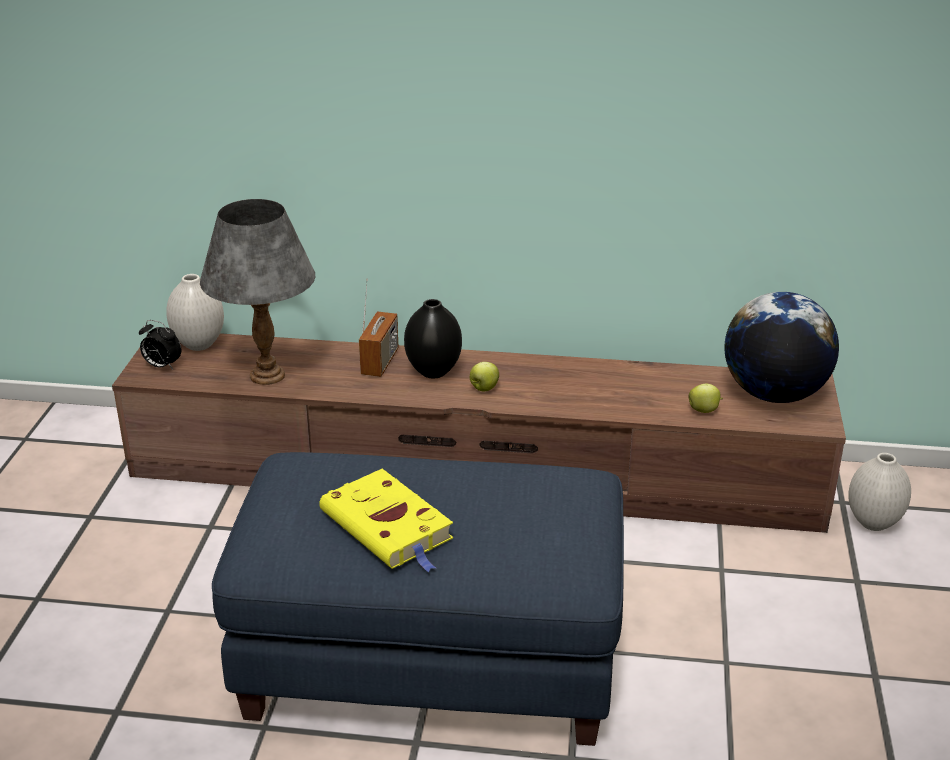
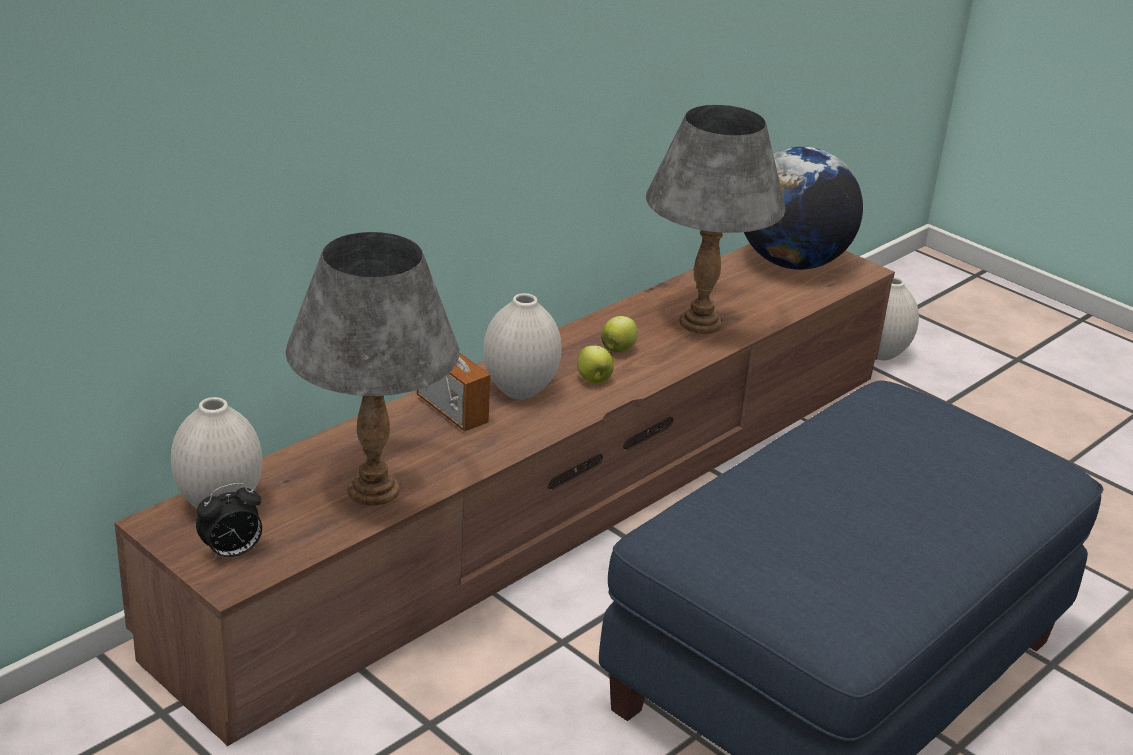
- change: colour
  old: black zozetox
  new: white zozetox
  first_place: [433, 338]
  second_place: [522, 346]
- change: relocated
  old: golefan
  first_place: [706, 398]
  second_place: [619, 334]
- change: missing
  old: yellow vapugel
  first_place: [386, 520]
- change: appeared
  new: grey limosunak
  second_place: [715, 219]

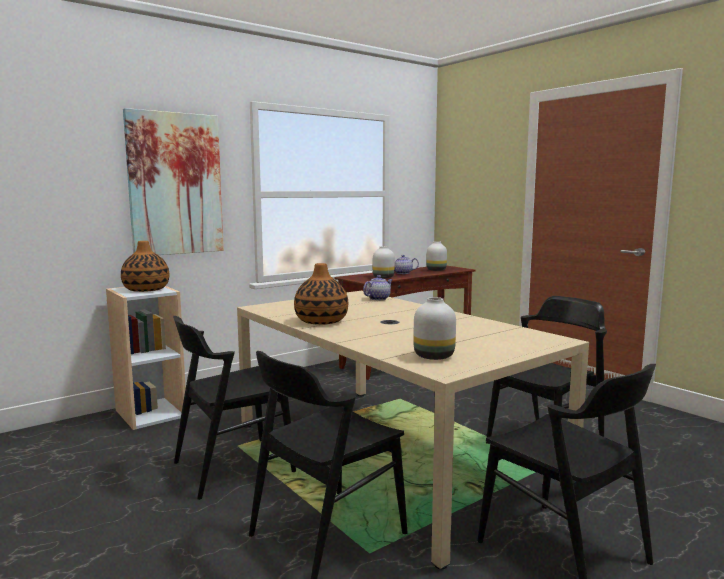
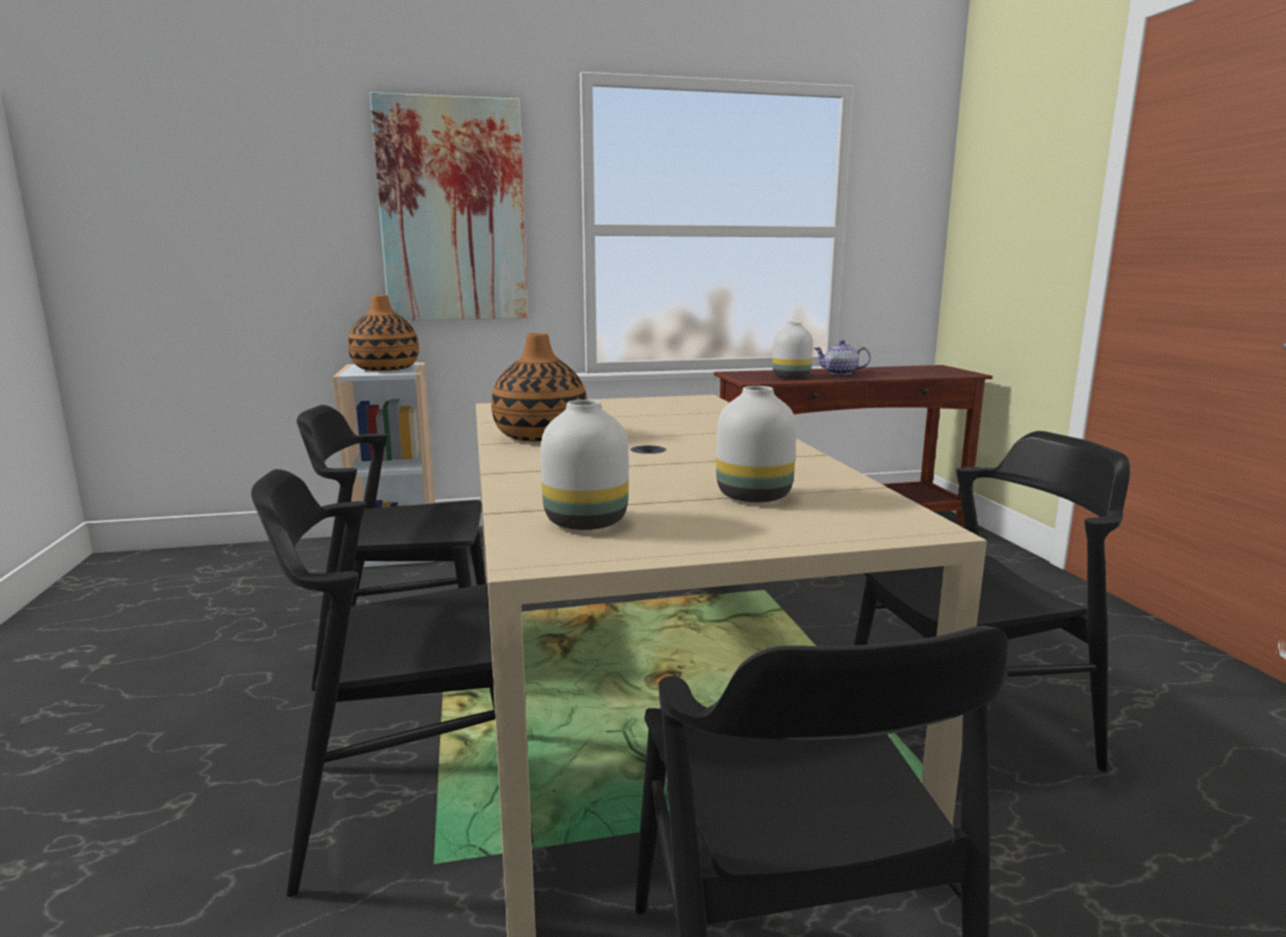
- change: relocated
  old: white zozetox
  first_place: [436, 256]
  second_place: [756, 444]
- change: missing
  old: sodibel
  first_place: [378, 287]

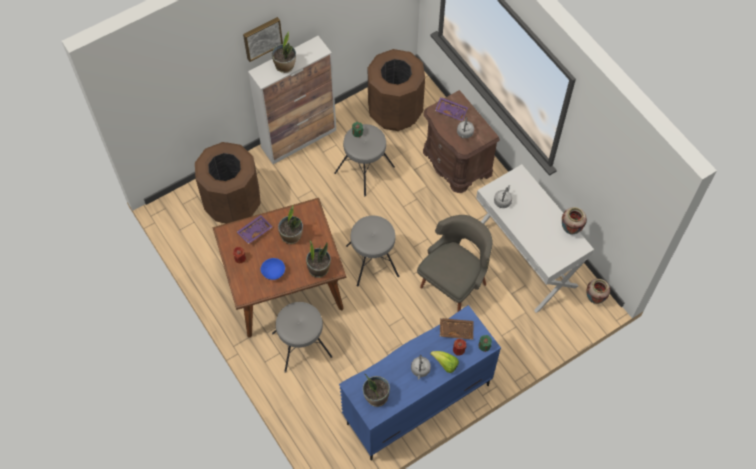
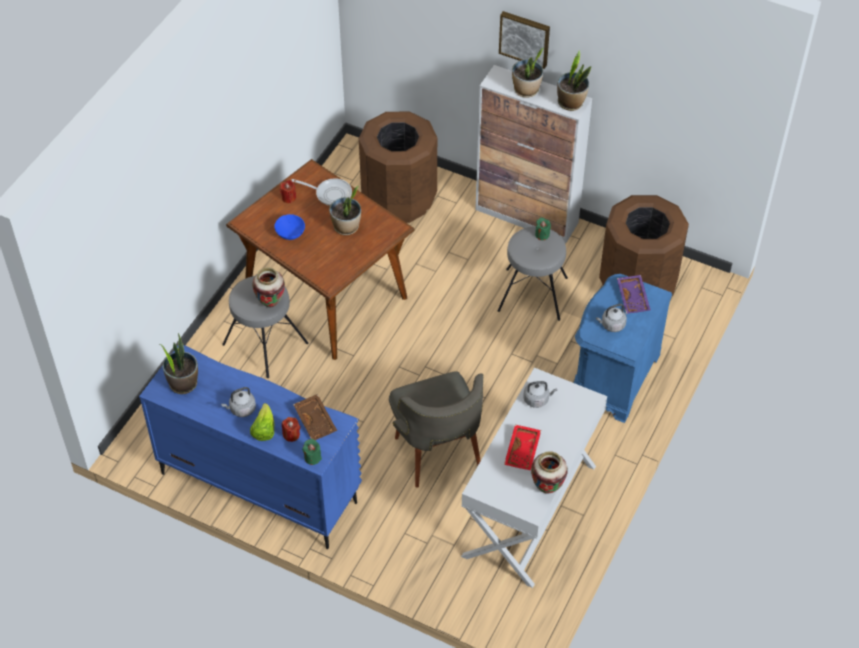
- change: colour
  old: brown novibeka
  new: blue novibeka
  first_place: [461, 141]
  second_place: [623, 348]
- change: exchanged
  old: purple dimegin
  new: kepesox
  first_place: [255, 229]
  second_place: [322, 192]
- change: spun
  old: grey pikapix
  first_place: [455, 263]
  second_place: [436, 430]
  degrees: 60
- change: missing
  old: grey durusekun
  first_place: [372, 251]
- change: relocated
  old: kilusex
  first_place: [318, 259]
  second_place: [574, 80]
- change: relocated
  old: zozetox
  first_place: [598, 291]
  second_place: [268, 287]
- change: appeared
  new: red dimegin
  second_place: [522, 447]

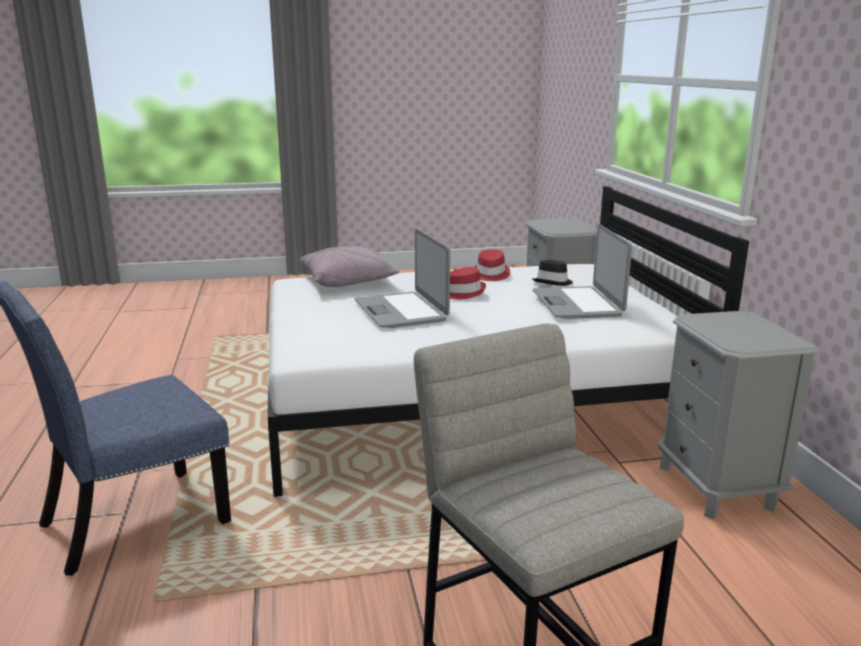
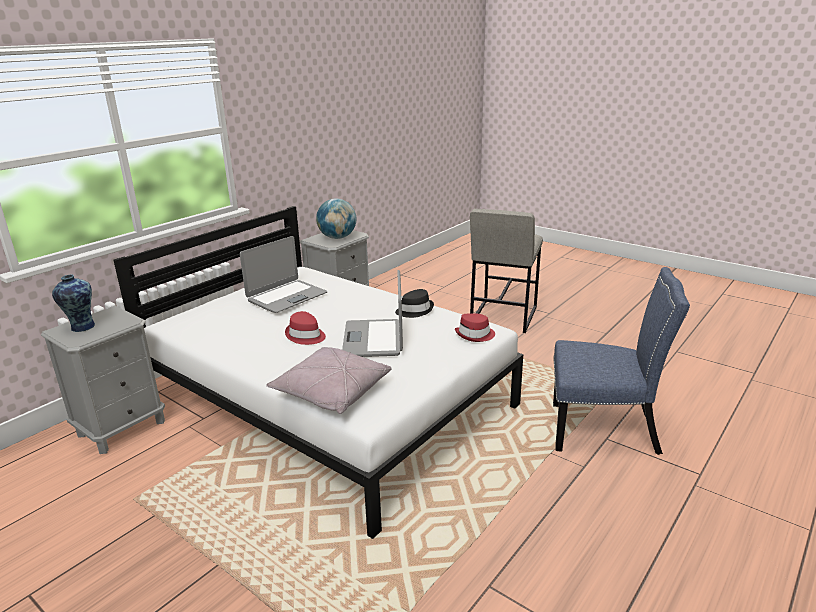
- change: spun
  old: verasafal
  first_place: [402, 278]
  second_place: [372, 313]
  degrees: 150
- change: relocated
  old: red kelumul
  first_place: [492, 265]
  second_place: [475, 327]
- change: relocated
  old: black kelumul
  first_place: [552, 273]
  second_place: [414, 303]
- change: appeared
  new: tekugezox
  second_place: [336, 219]
- change: appeared
  new: zozetox
  second_place: [73, 303]

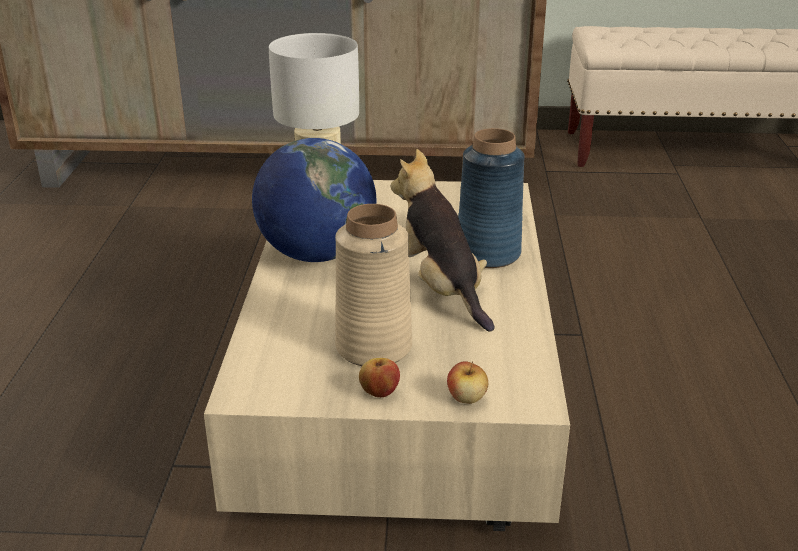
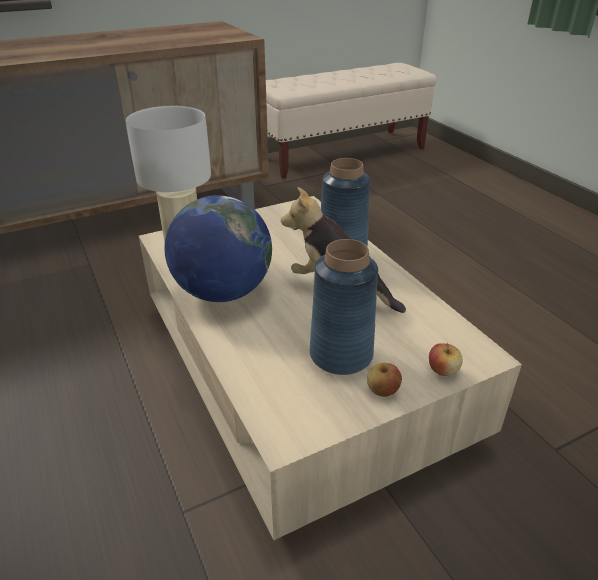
- change: colour
  old: beige zozetox
  new: blue zozetox
  first_place: [373, 285]
  second_place: [344, 307]

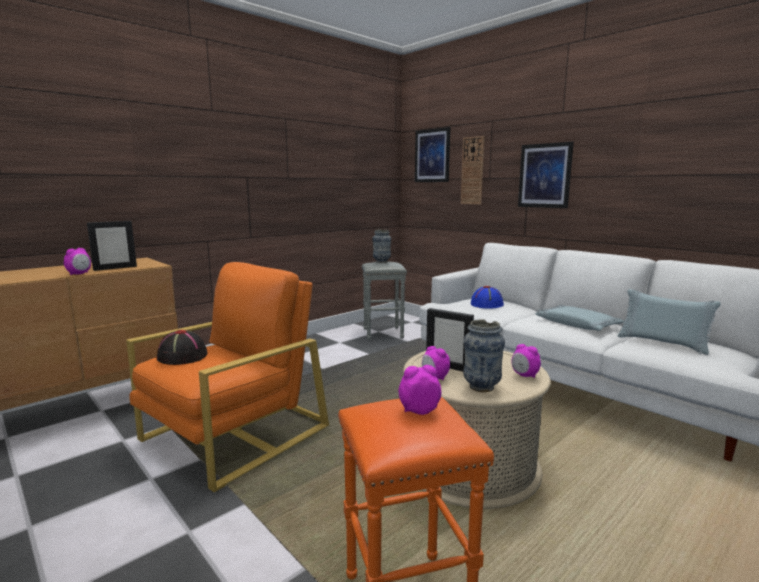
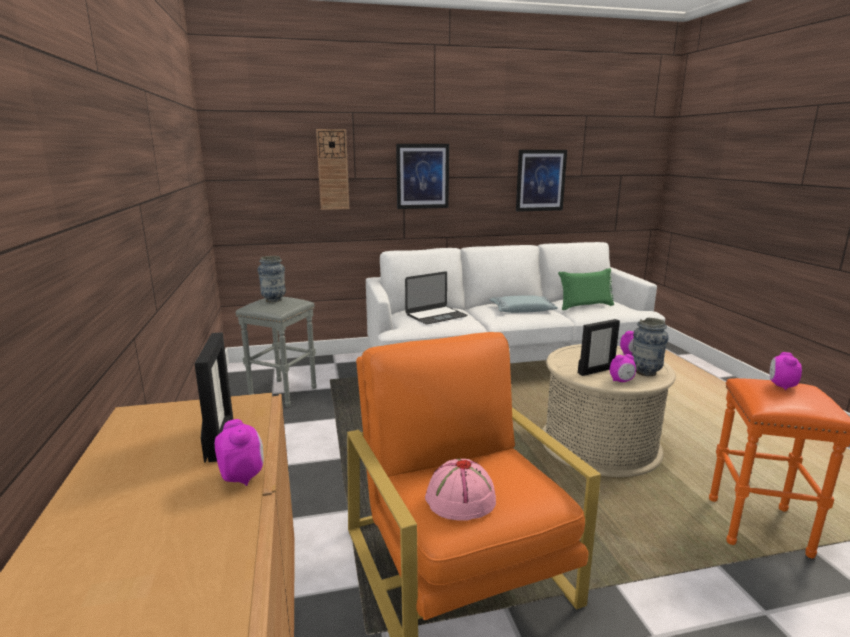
- change: relocated
  old: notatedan
  first_place: [432, 154]
  second_place: [541, 181]
- change: exchanged
  old: blue kelumul
  new: verasafal
  first_place: [487, 297]
  second_place: [436, 297]
- change: colour
  old: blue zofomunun
  new: green zofomunun
  first_place: [669, 322]
  second_place: [586, 289]
- change: colour
  old: black kelumul
  new: pink kelumul
  first_place: [182, 347]
  second_place: [461, 490]

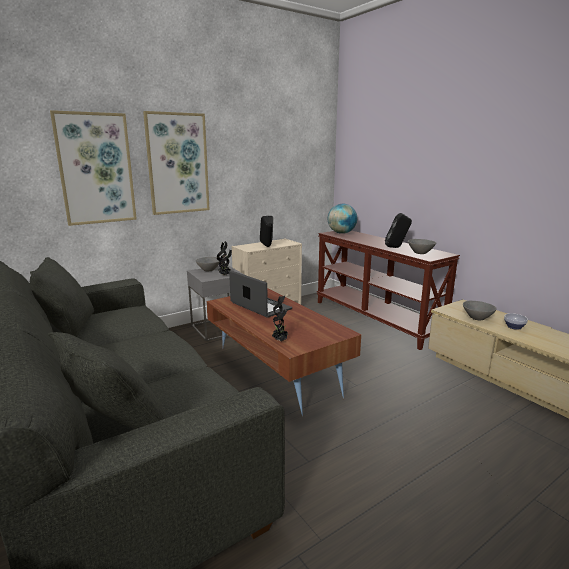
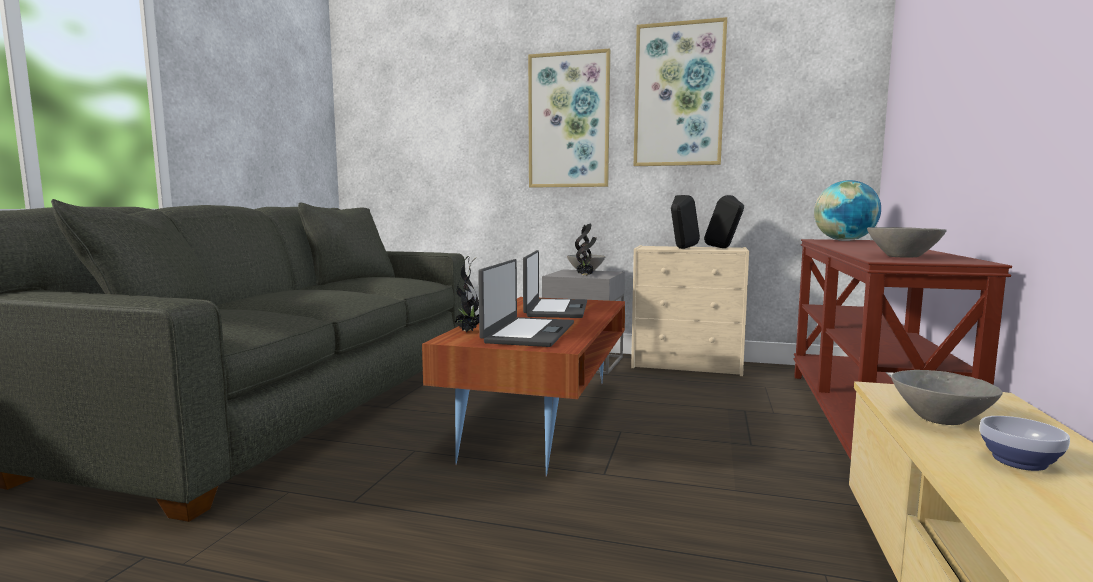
- change: relocated
  old: notatedan
  first_place: [93, 168]
  second_place: [680, 91]
- change: relocated
  old: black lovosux
  first_place: [398, 230]
  second_place: [724, 221]
- change: appeared
  new: verasafal
  second_place: [526, 303]

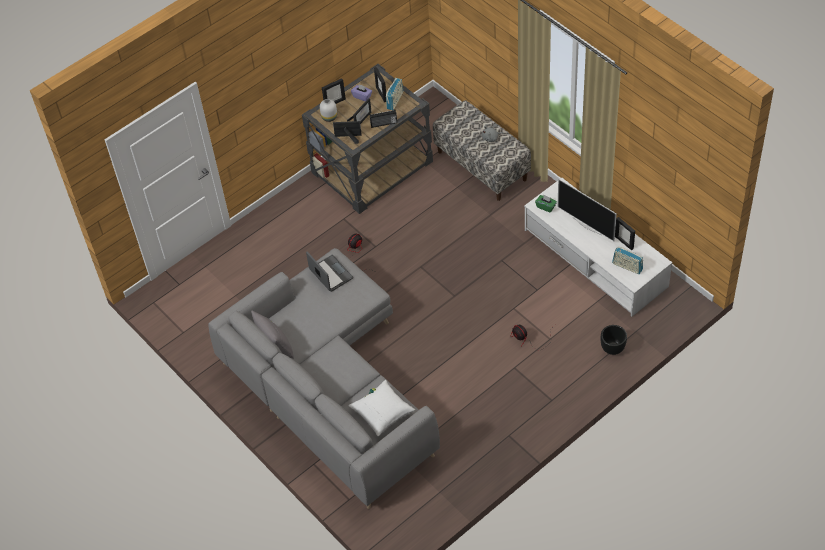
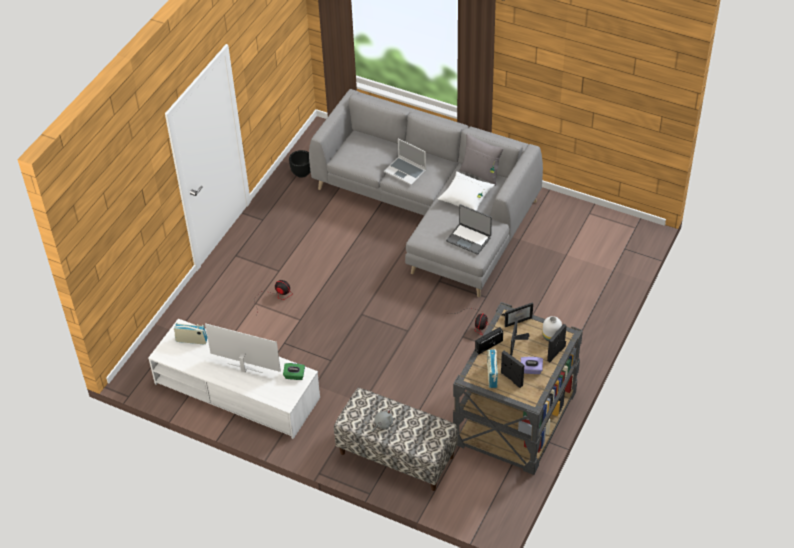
- change: missing
  old: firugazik
  first_place: [625, 233]
- change: relocated
  old: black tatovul
  first_place: [614, 340]
  second_place: [300, 164]
- change: relocated
  old: white zofomunun
  first_place: [381, 408]
  second_place: [466, 191]
- change: appeared
  new: verasafal
  second_place: [405, 161]

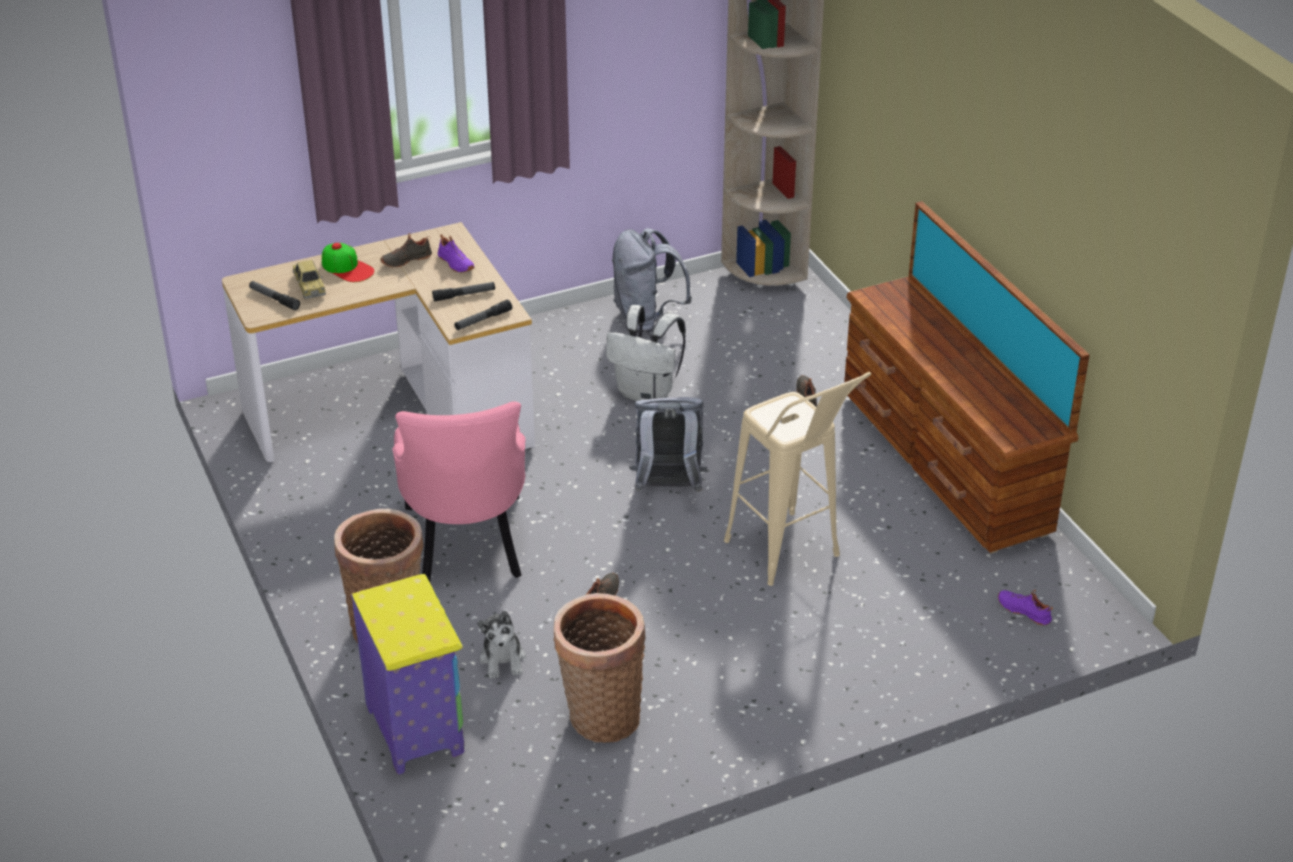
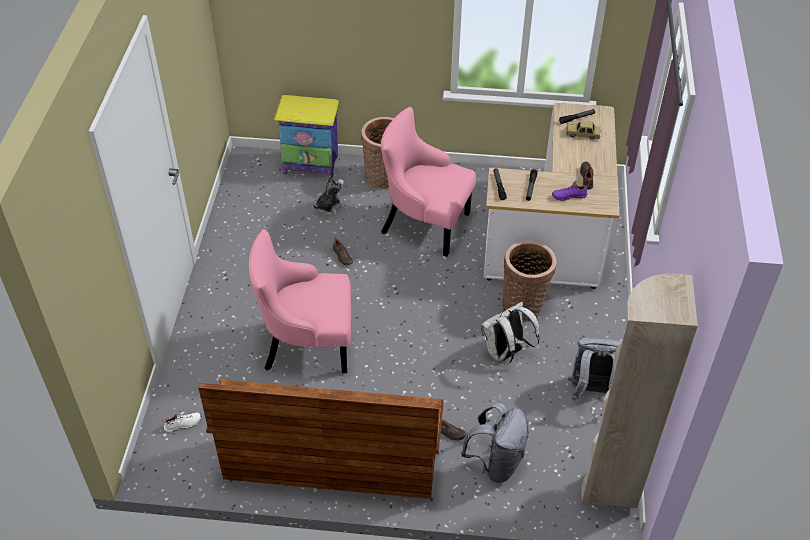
- change: missing
  old: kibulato
  first_place: [348, 262]
- change: exchanged
  old: beige durusekun
  new: pink pikapix
  first_place: [797, 479]
  second_place: [300, 301]
- change: relocated
  old: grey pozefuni
  first_place: [668, 444]
  second_place: [495, 443]
- change: colour
  old: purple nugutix
  new: white nugutix
  first_place: [1025, 607]
  second_place: [181, 422]
- change: relocated
  old: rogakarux
  first_place: [599, 668]
  second_place: [529, 281]
- change: spun
  old: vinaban
  first_place: [501, 645]
  second_place: [329, 195]
  degrees: 120

